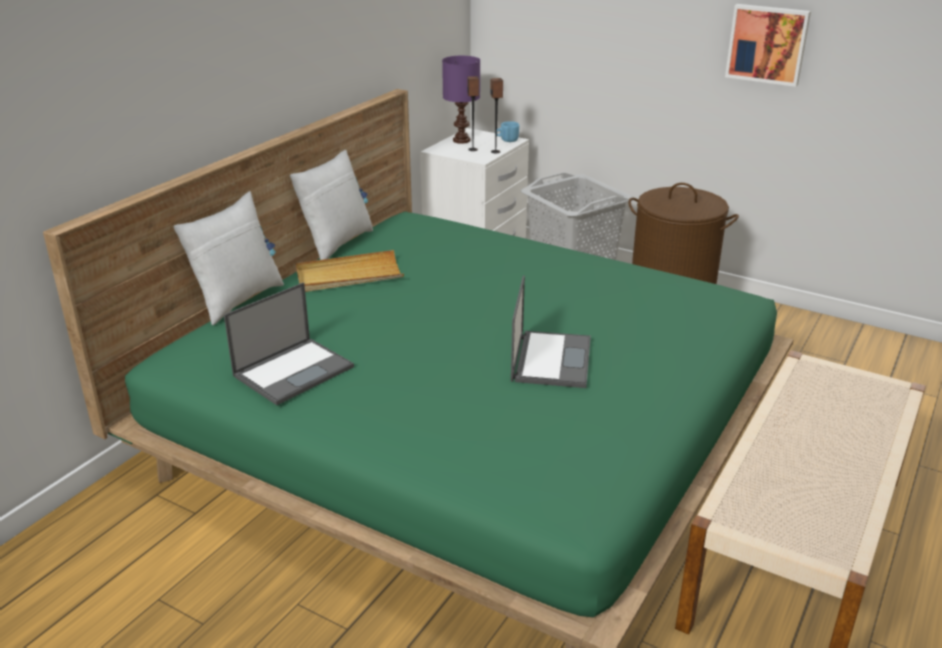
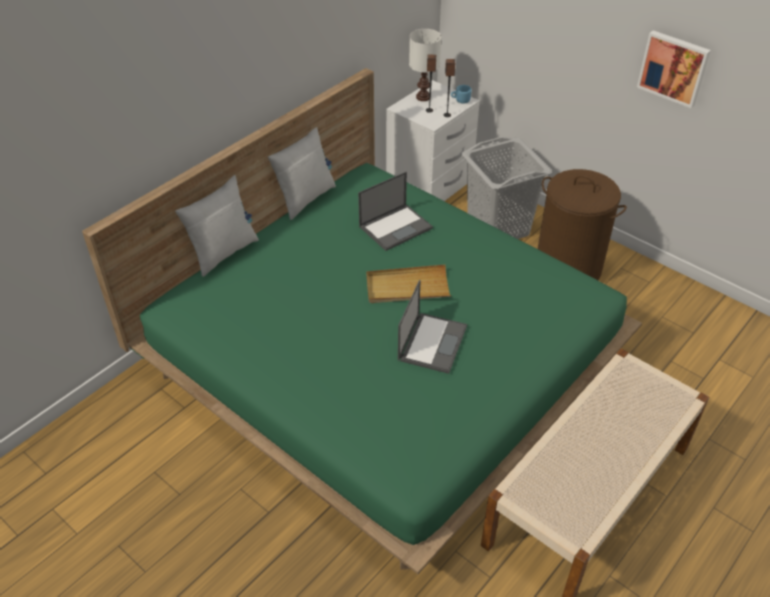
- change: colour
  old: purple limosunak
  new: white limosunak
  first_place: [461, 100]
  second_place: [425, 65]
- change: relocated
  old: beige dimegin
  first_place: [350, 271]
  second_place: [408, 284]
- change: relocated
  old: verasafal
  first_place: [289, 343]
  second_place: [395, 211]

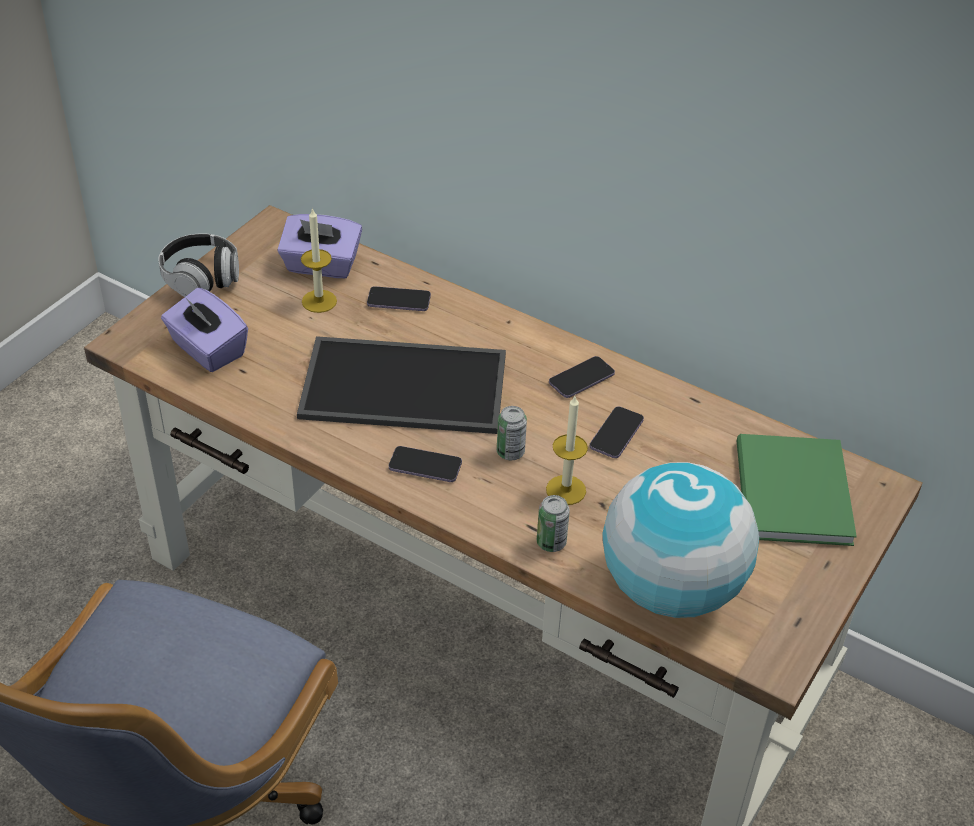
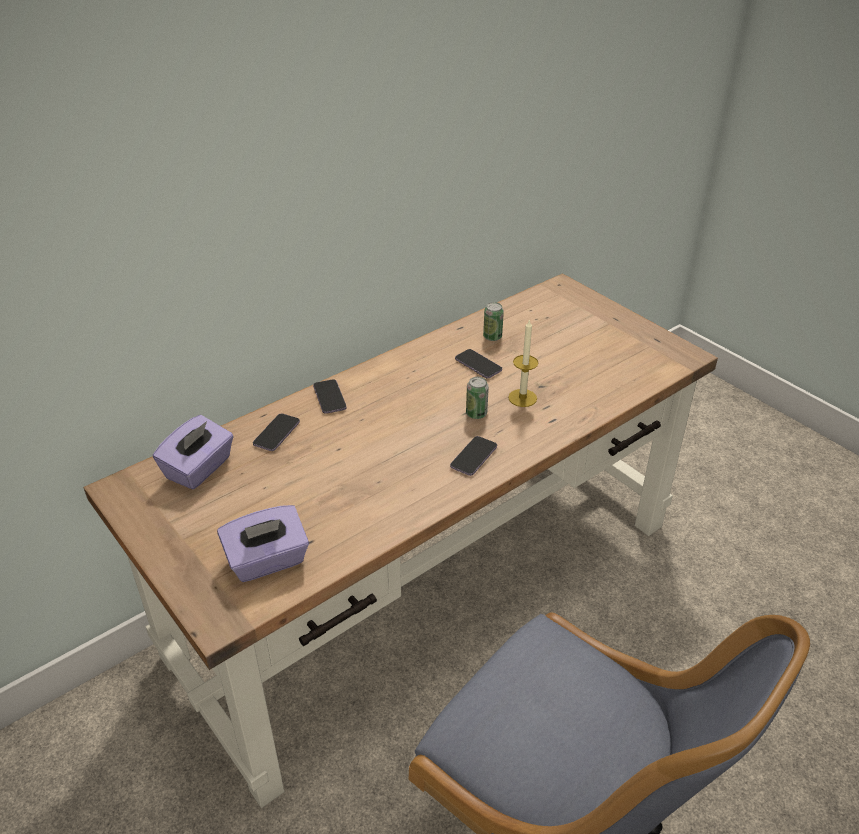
- change: missing
  old: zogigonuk
  first_place: [319, 260]
- change: missing
  old: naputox
  first_place: [198, 265]
- change: missing
  old: dimegin
  first_place: [401, 385]
- change: relocated
  old: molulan
  first_place: [582, 377]
  second_place: [330, 396]
- change: missing
  old: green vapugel
  first_place: [797, 490]
- change: missing
  old: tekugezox
  first_place: [681, 540]
- change: relocated
  old: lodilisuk
  first_place: [553, 523]
  second_place: [493, 321]

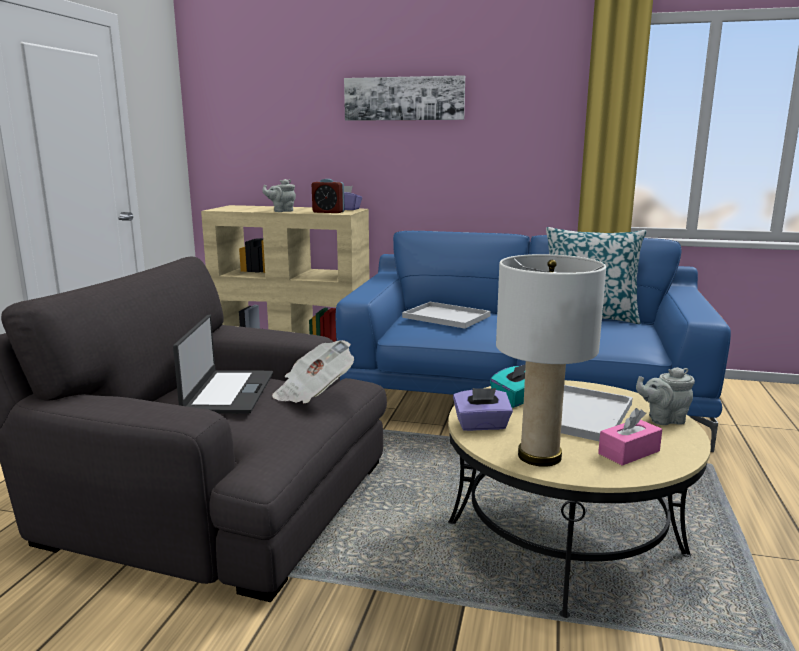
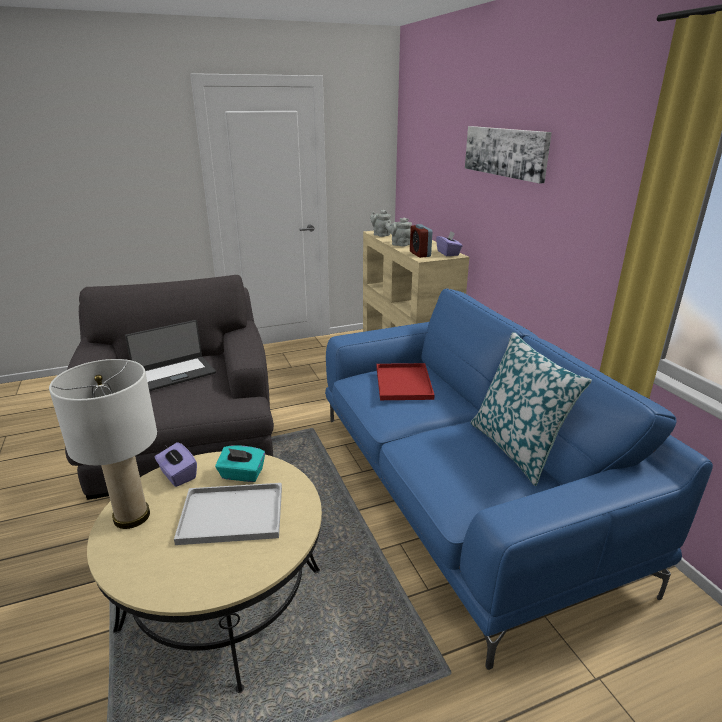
- change: colour
  old: white dimegin
  new: red dimegin
  first_place: [446, 315]
  second_place: [406, 381]
- change: missing
  old: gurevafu
  first_place: [313, 371]
- change: relocated
  old: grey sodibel
  first_place: [665, 396]
  second_place: [380, 223]
- change: missing
  old: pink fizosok
  first_place: [630, 437]

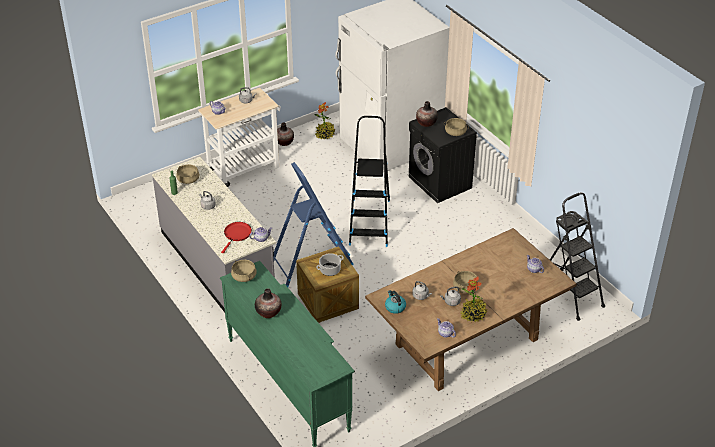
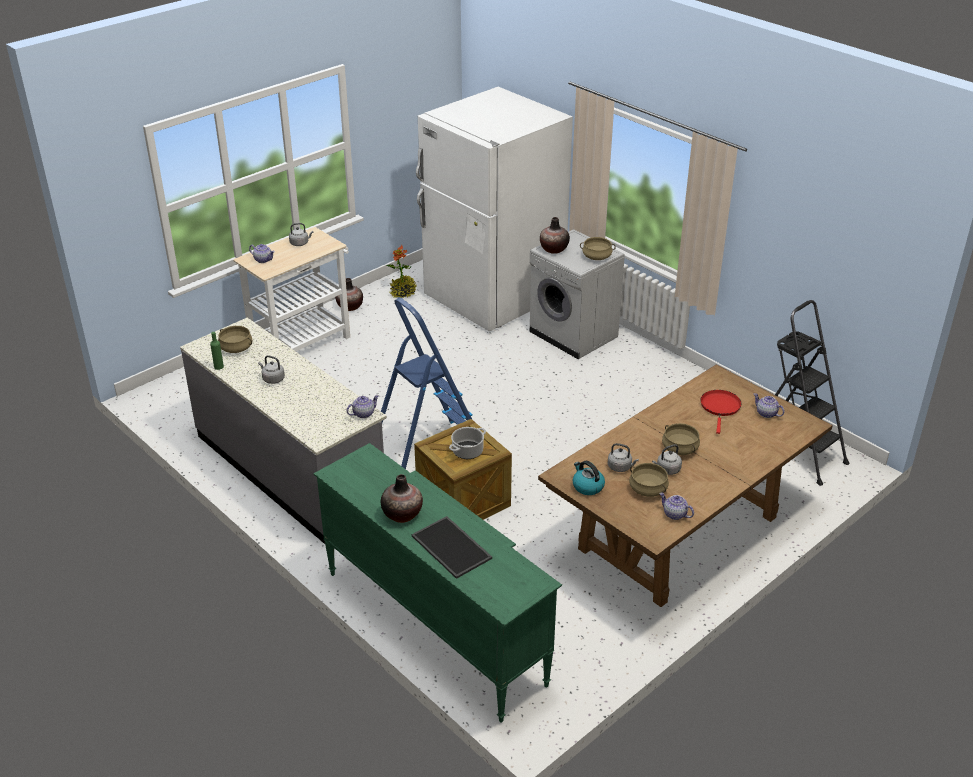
- change: colour
  old: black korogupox
  new: white korogupox
  first_place: [443, 155]
  second_place: [577, 294]
- change: missing
  old: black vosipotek
  first_place: [369, 181]
- change: relocated
  old: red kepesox
  first_place: [236, 237]
  second_place: [721, 412]
- change: relocated
  old: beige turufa
  first_place: [244, 271]
  second_place: [649, 480]
- change: missing
  old: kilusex
  first_place: [474, 299]
- change: appeared
  new: dimegin
  second_place: [452, 547]

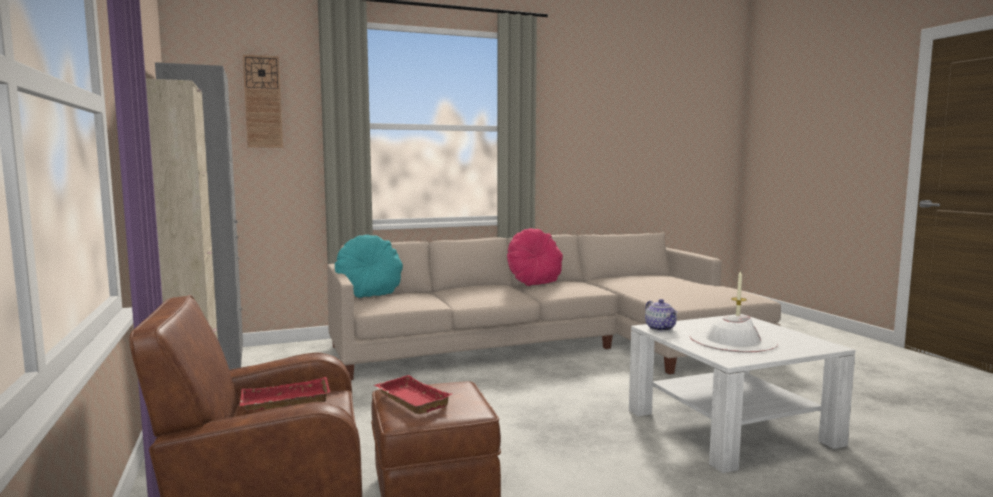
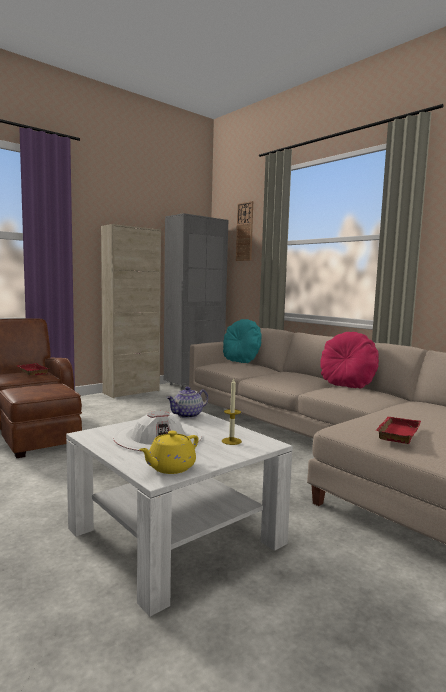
- change: relocated
  old: red dimegin
  first_place: [413, 394]
  second_place: [398, 430]
- change: appeared
  new: yellow sodibel
  second_place: [168, 452]

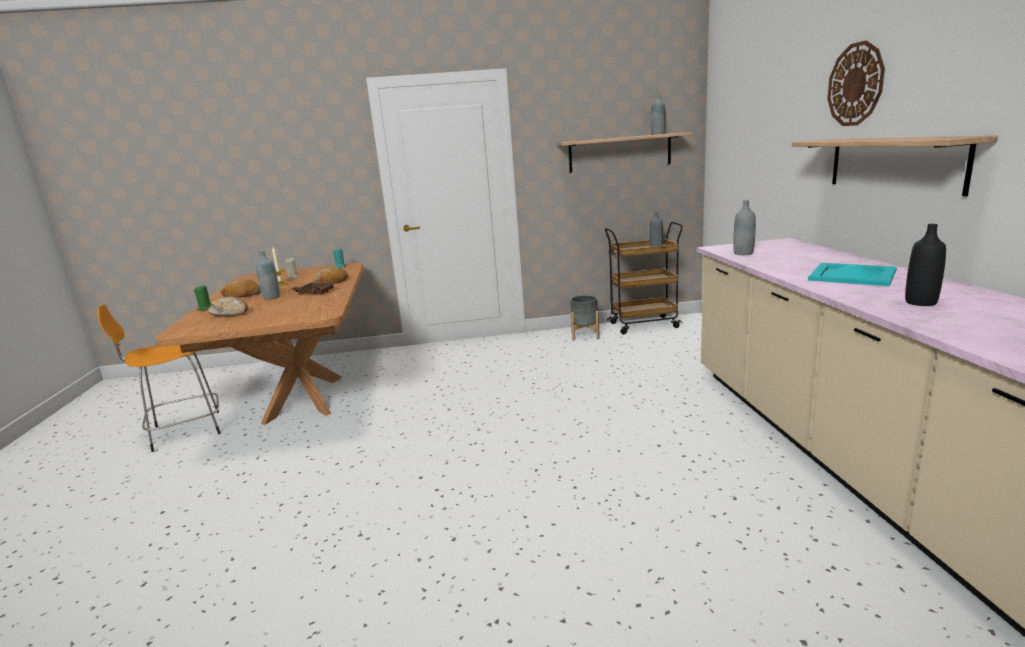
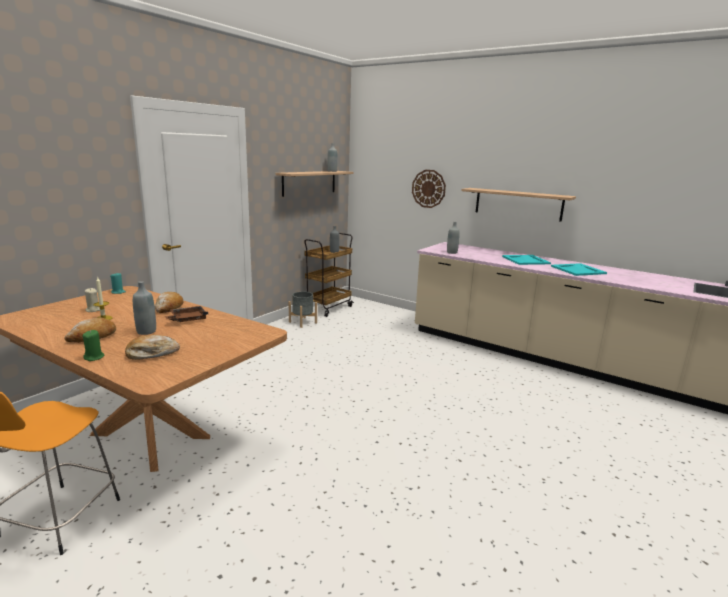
- change: relocated
  old: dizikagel
  first_place: [856, 83]
  second_place: [429, 189]
- change: exchanged
  old: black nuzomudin
  new: turquoise dimegin
  first_place: [925, 265]
  second_place: [579, 269]

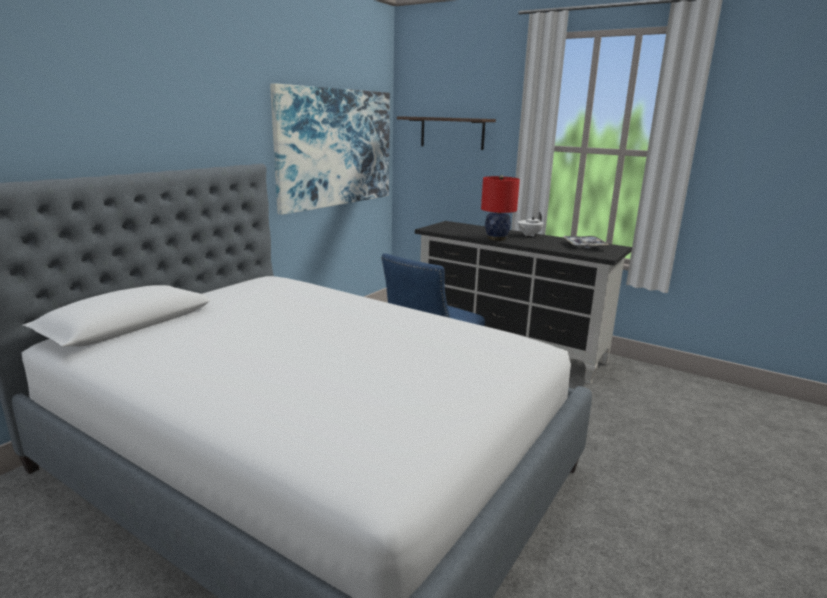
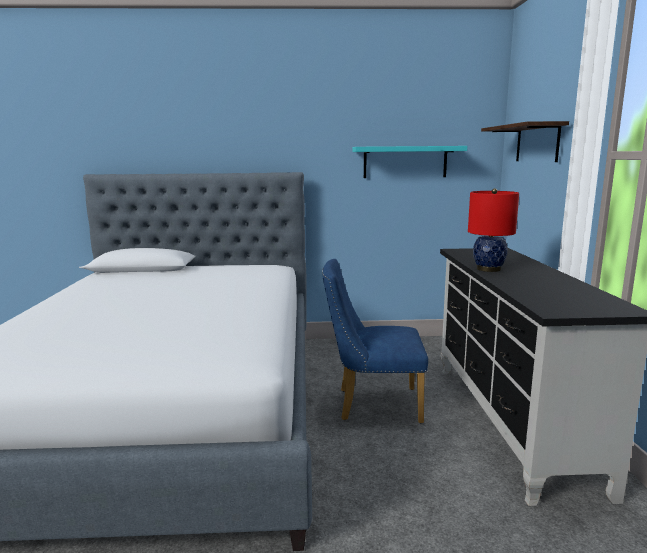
- change: exchanged
  old: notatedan
  new: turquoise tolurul
  first_place: [330, 149]
  second_place: [410, 162]
- change: missing
  old: white sodibel
  first_place: [531, 224]
- change: missing
  old: dimegin
  first_place: [586, 242]

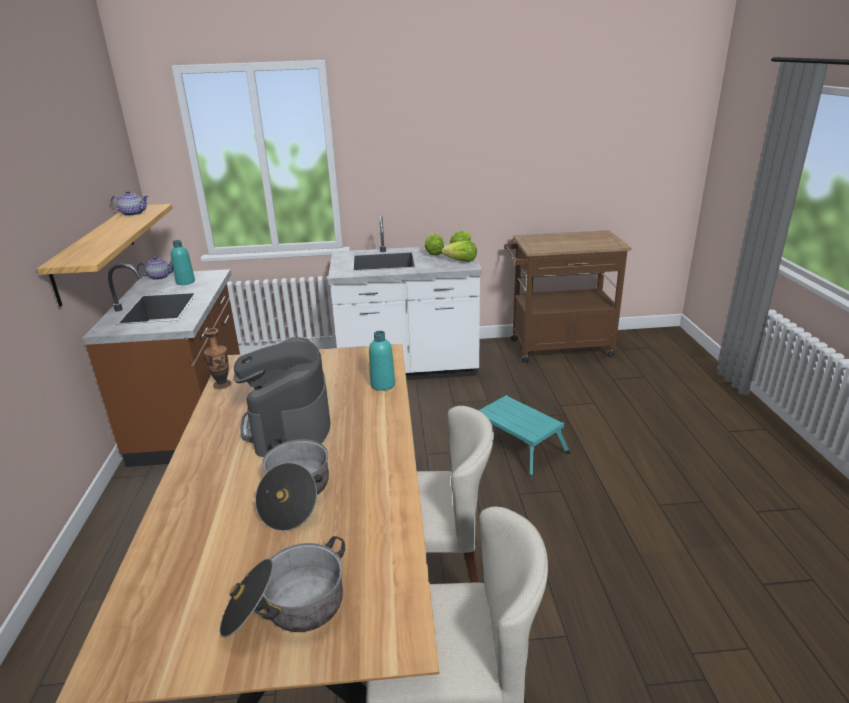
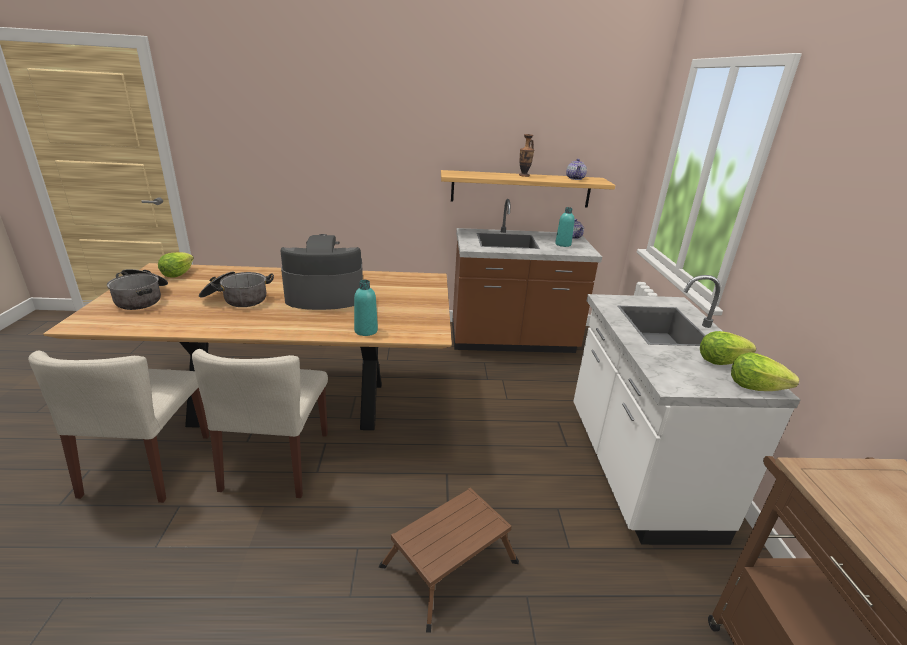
- change: relocated
  old: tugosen
  first_place: [459, 251]
  second_place: [176, 264]
- change: relocated
  old: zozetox
  first_place: [217, 358]
  second_place: [526, 155]
- change: colour
  old: turquoise vosipotek
  new: brown vosipotek
  first_place: [524, 437]
  second_place: [449, 560]

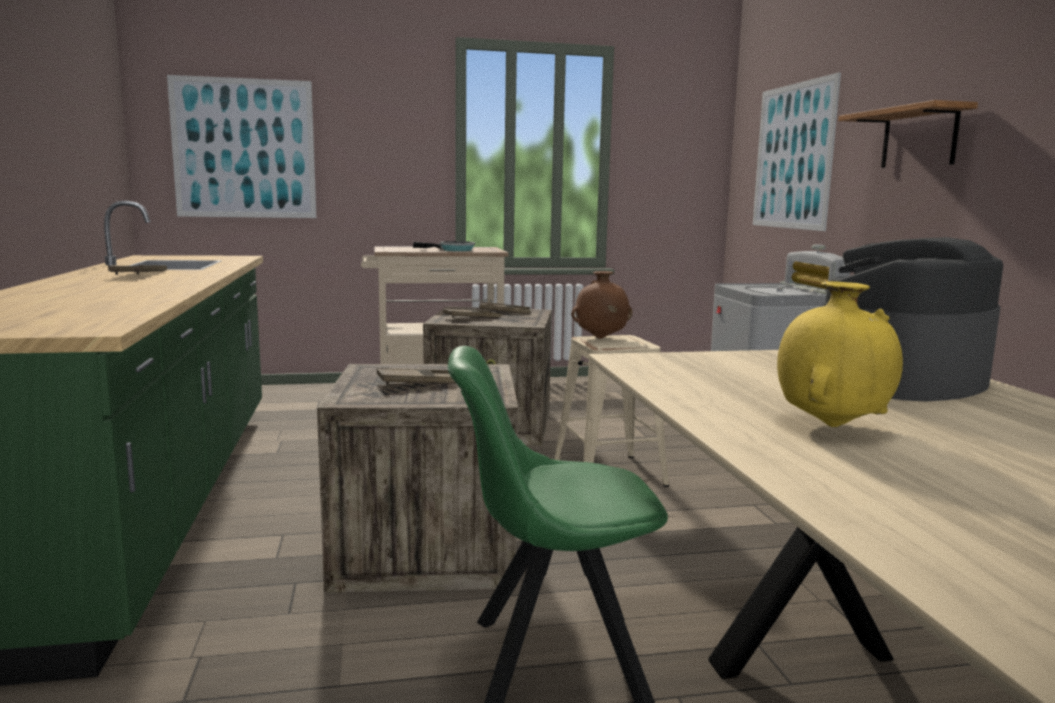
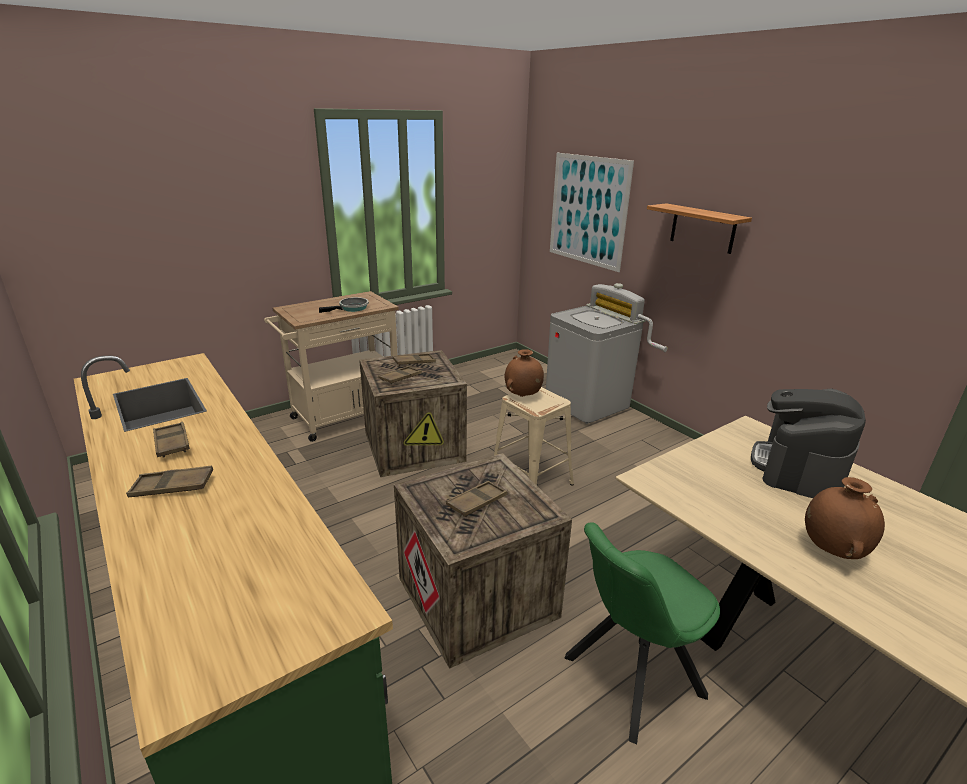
- change: missing
  old: notatedan
  first_place: [241, 146]
- change: colour
  old: yellow zozetox
  new: brown zozetox
  first_place: [840, 354]
  second_place: [845, 518]
- change: appeared
  new: brown dimegin
  second_place: [169, 481]

